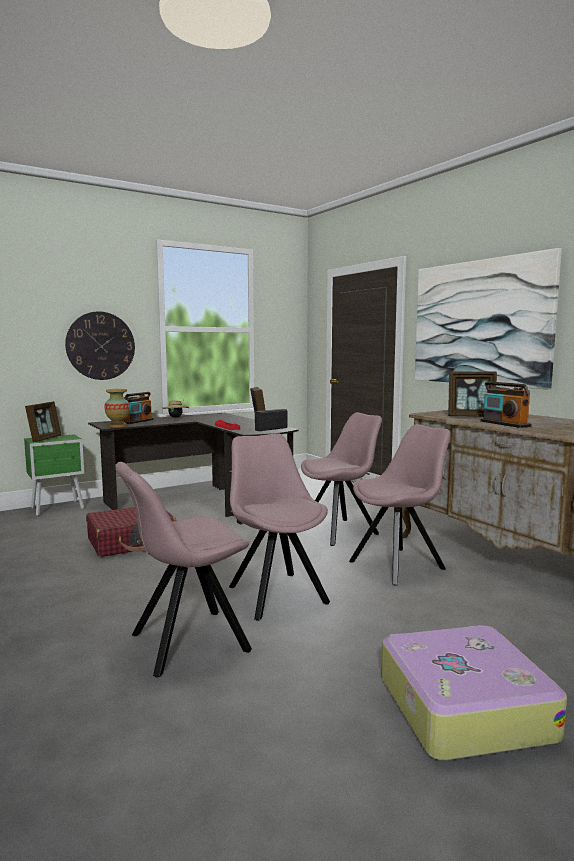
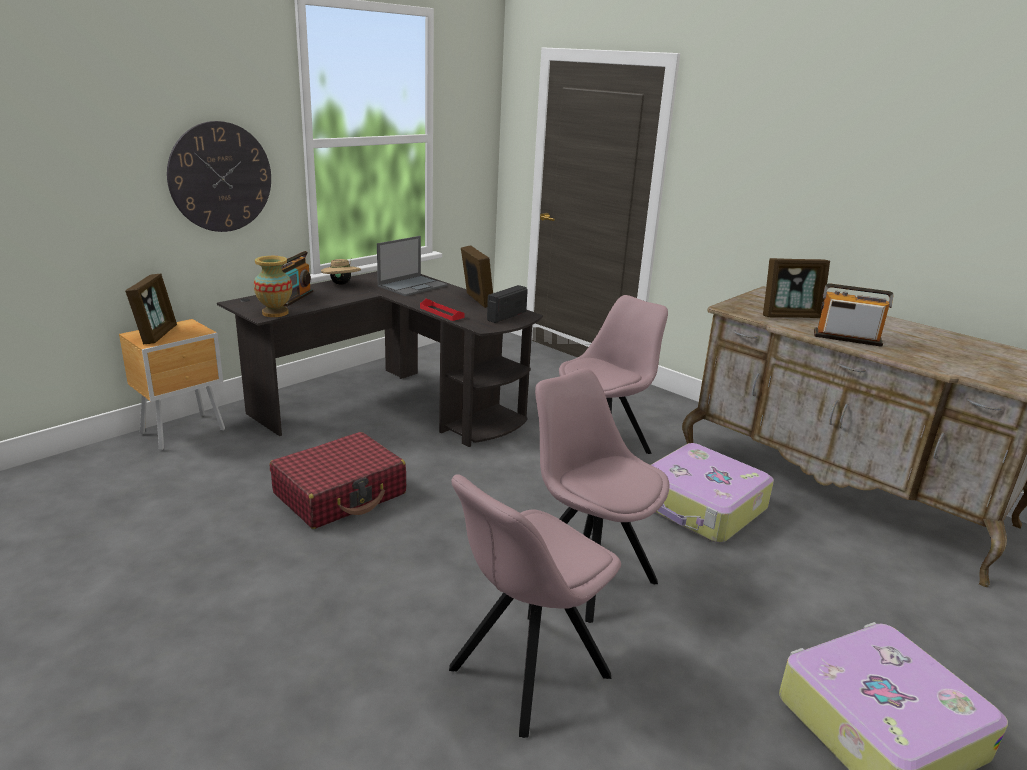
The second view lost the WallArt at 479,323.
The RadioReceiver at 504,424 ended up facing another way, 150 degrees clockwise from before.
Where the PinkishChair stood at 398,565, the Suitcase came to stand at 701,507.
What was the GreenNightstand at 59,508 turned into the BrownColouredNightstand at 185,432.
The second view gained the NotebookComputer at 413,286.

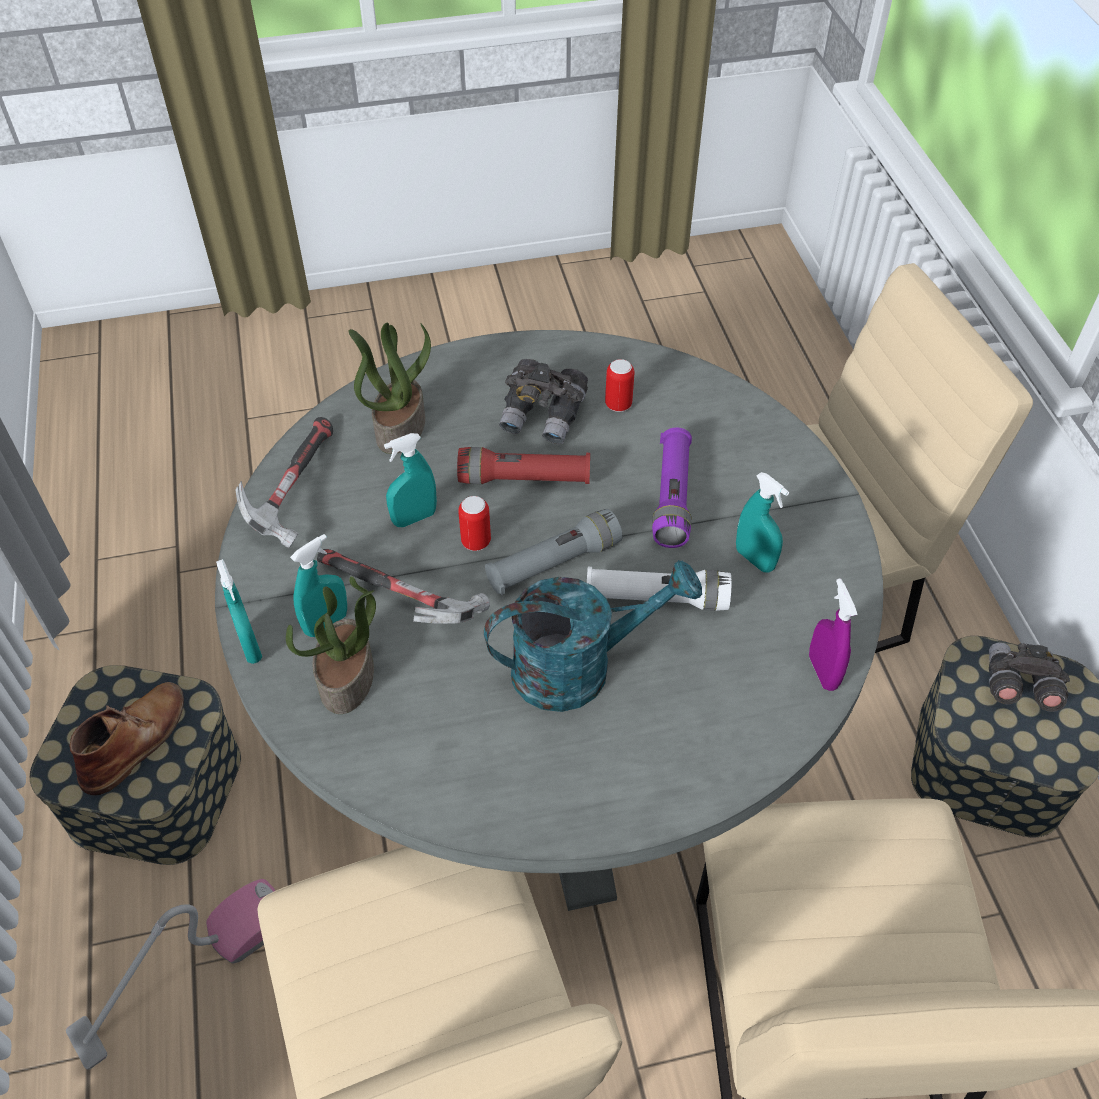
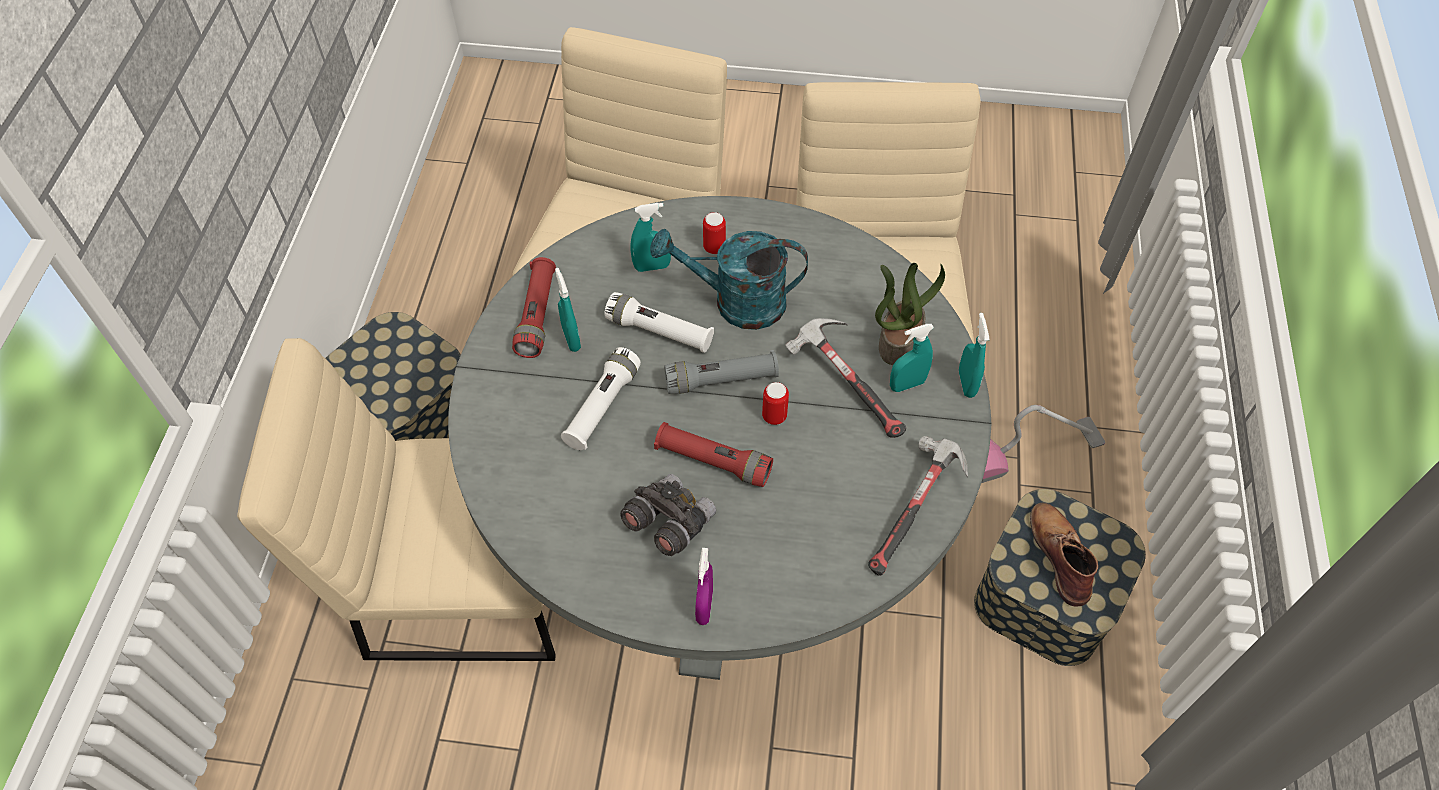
The second view lost the Houseplant at 399,427.
The SealedCan ended up elsewhere, having gone from 618,404 to 714,248.
What was the PurplishTorch at 672,498 turned into the WhiteColouredTorch at 602,407.
The BlueGreenSprayer ended up elsewhere, having gone from 414,518 to 652,267.
The PurplishSprayer ended up elsewhere, having gone from 822,672 to 704,607.
The second view lost the GreyishPairOfBinoculars at 1018,687.
The BrownColouredHighTopBoot at 136,740 ended up facing another way, 120 degrees clockwise from before.
The second view gained the RedColouredTorch at 537,315.

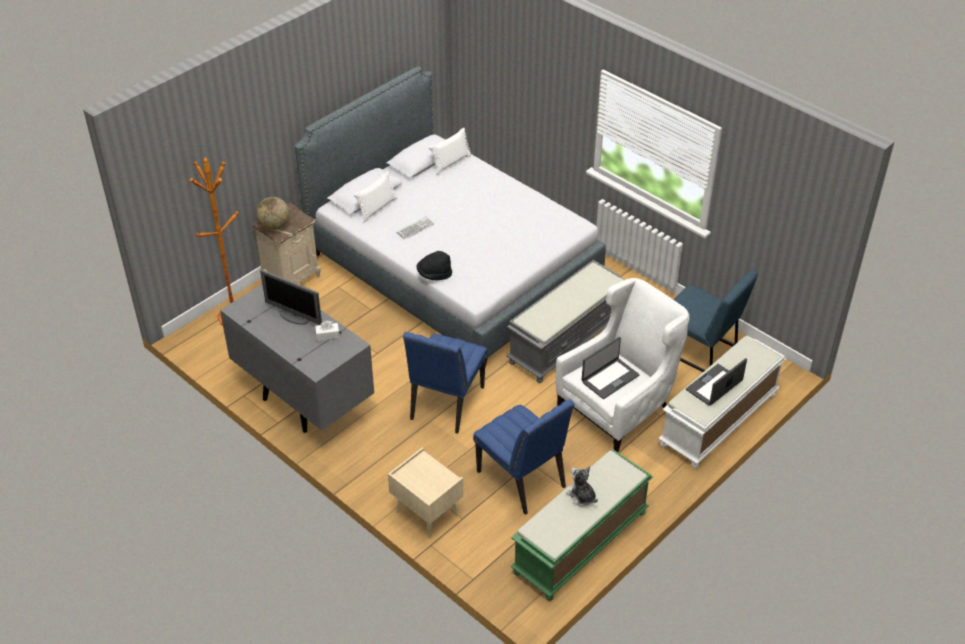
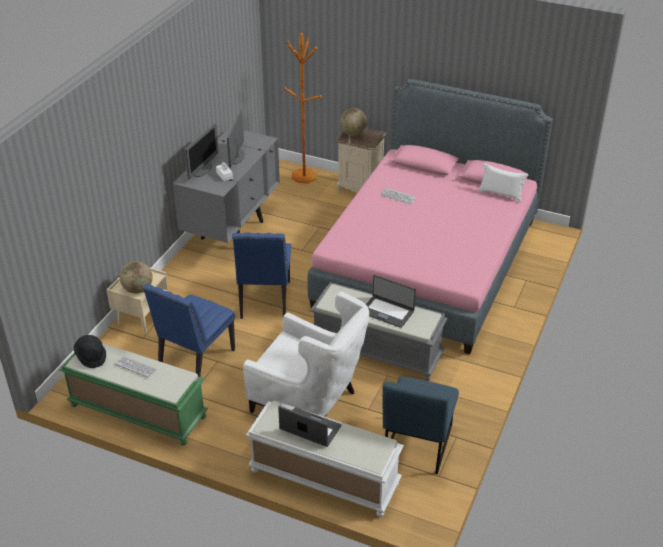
What was the GreyishBed at 452,268 turned into the PinkishBed at 427,263.
The second view lost the WhiteColouredThrowPillow at 376,208.
The BlackColouredHat ended up elsewhere, having gone from 434,274 to 91,356.
The BlueColouredChair at 447,402 ended up facing another way, 90 degrees counterclockwise from before.
The NotebookComputer ended up elsewhere, having gone from 609,378 to 387,311.
Where the SoftToy stood at 581,497, the ComputerKeyboard came to stand at 136,367.
The second view gained the ComputerDisplay at 203,170.
The second view gained the Globe at 138,289.

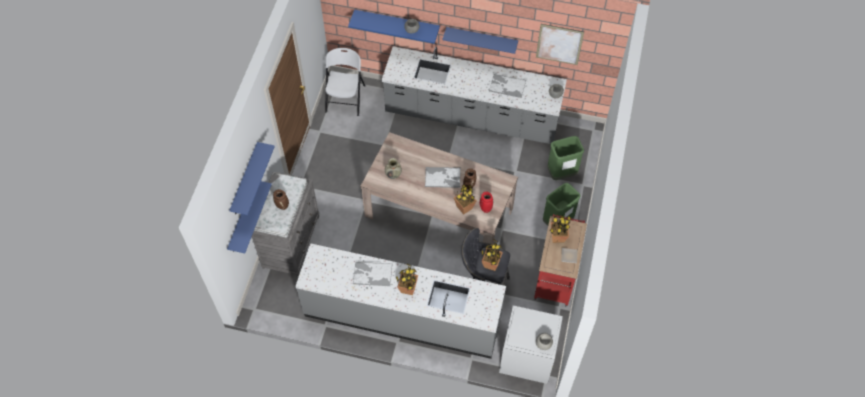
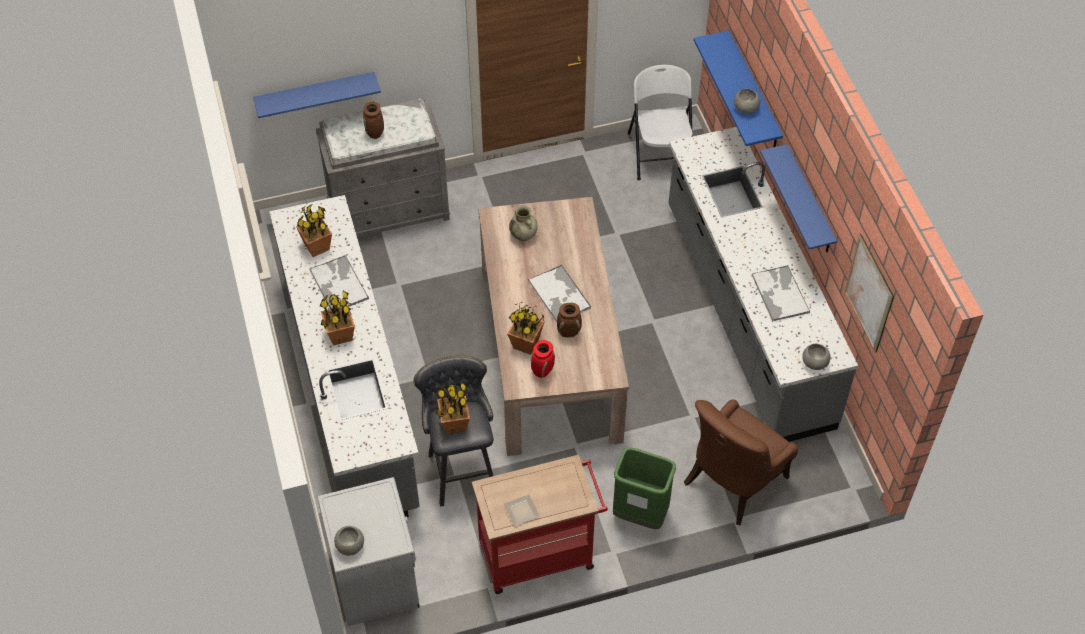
The WhiteColouredChair at 345,99 ended up facing another way, 75 degrees counterclockwise from before.
Where the GreenTrashCan stood at 561,173, the BrownColouredChair came to stand at 734,480.
The second view lost the BlueColouredShelf at 245,180.
The Houseplant ended up elsewhere, having gone from 557,237 to 317,247.

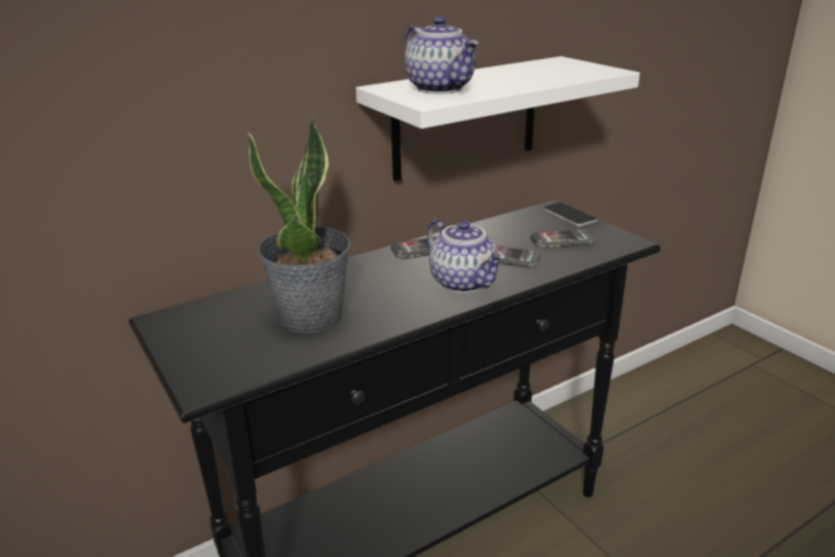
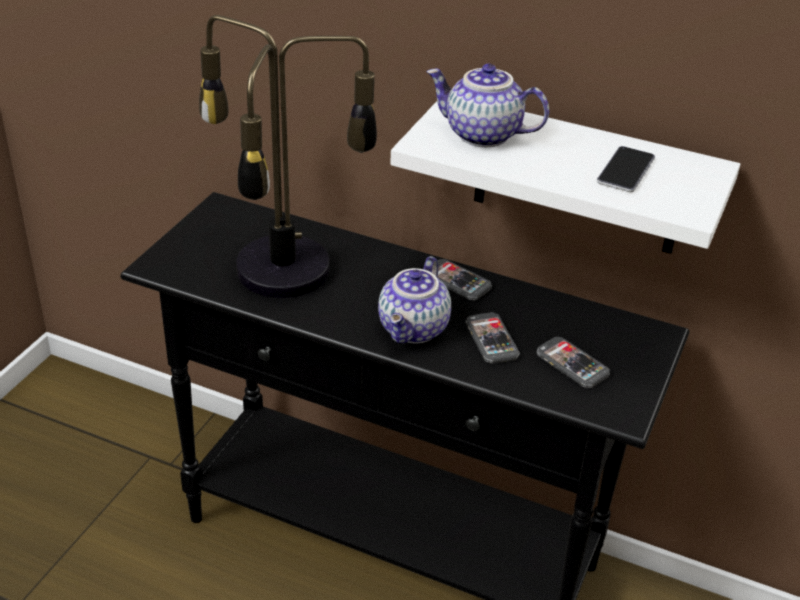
The PotForTea at 441,88 ended up facing another way, 90 degrees clockwise from before.
Where the Houseplant stood at 312,317, the TabletopLamp came to stand at 282,271.
The Phone ended up elsewhere, having gone from 569,215 to 626,171.

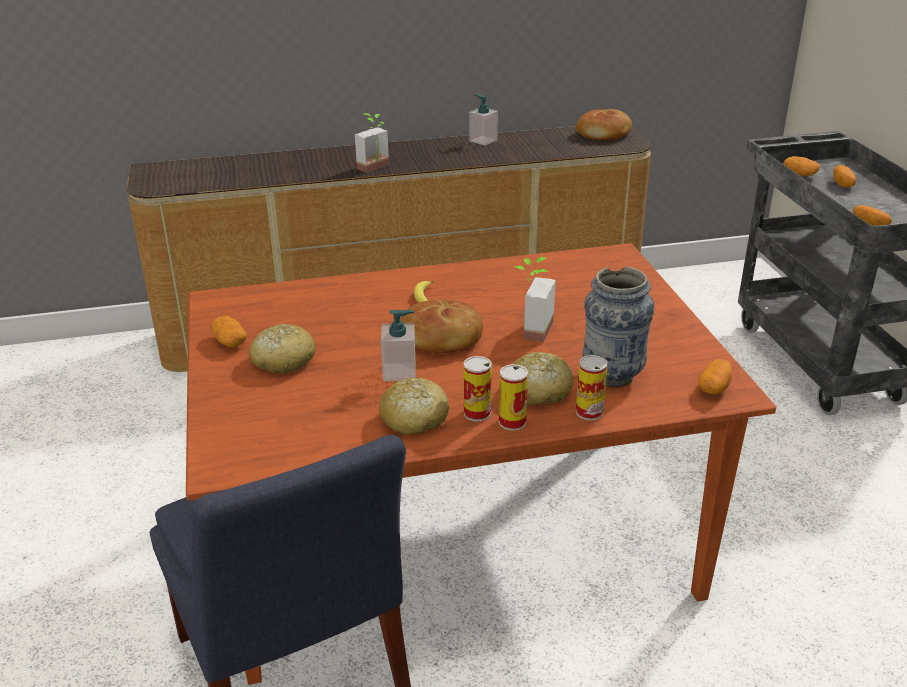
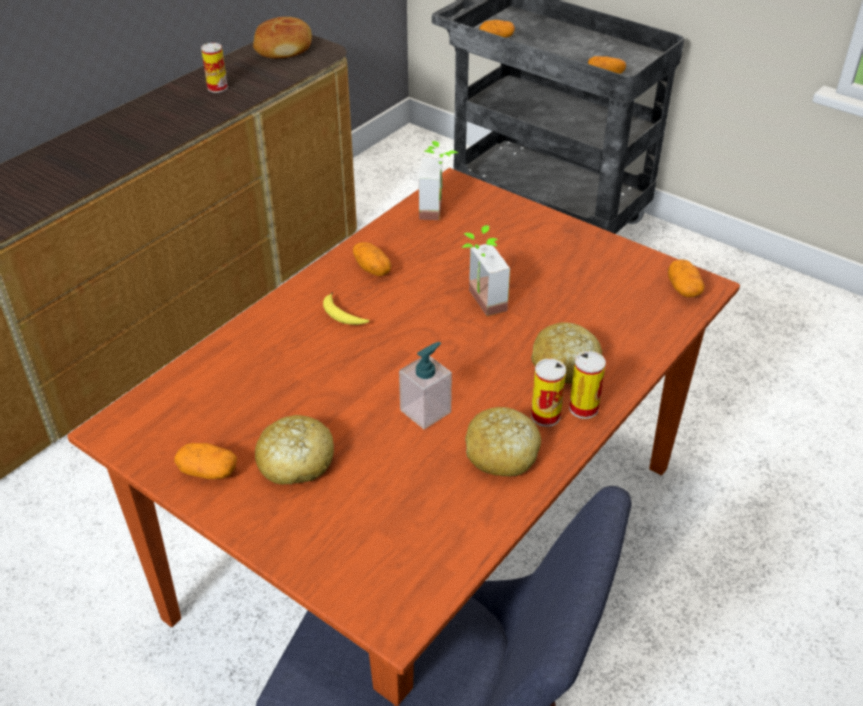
The second view lost the SoapBottle at 483,140.
The Houseplant ended up elsewhere, having gone from 377,168 to 439,209.
The WholePotato ended up elsewhere, having gone from 842,184 to 372,269.
The second view lost the Vase at 612,376.
The second view lost the Bread at 442,338.
The SealedCan ended up elsewhere, having gone from 589,412 to 217,88.

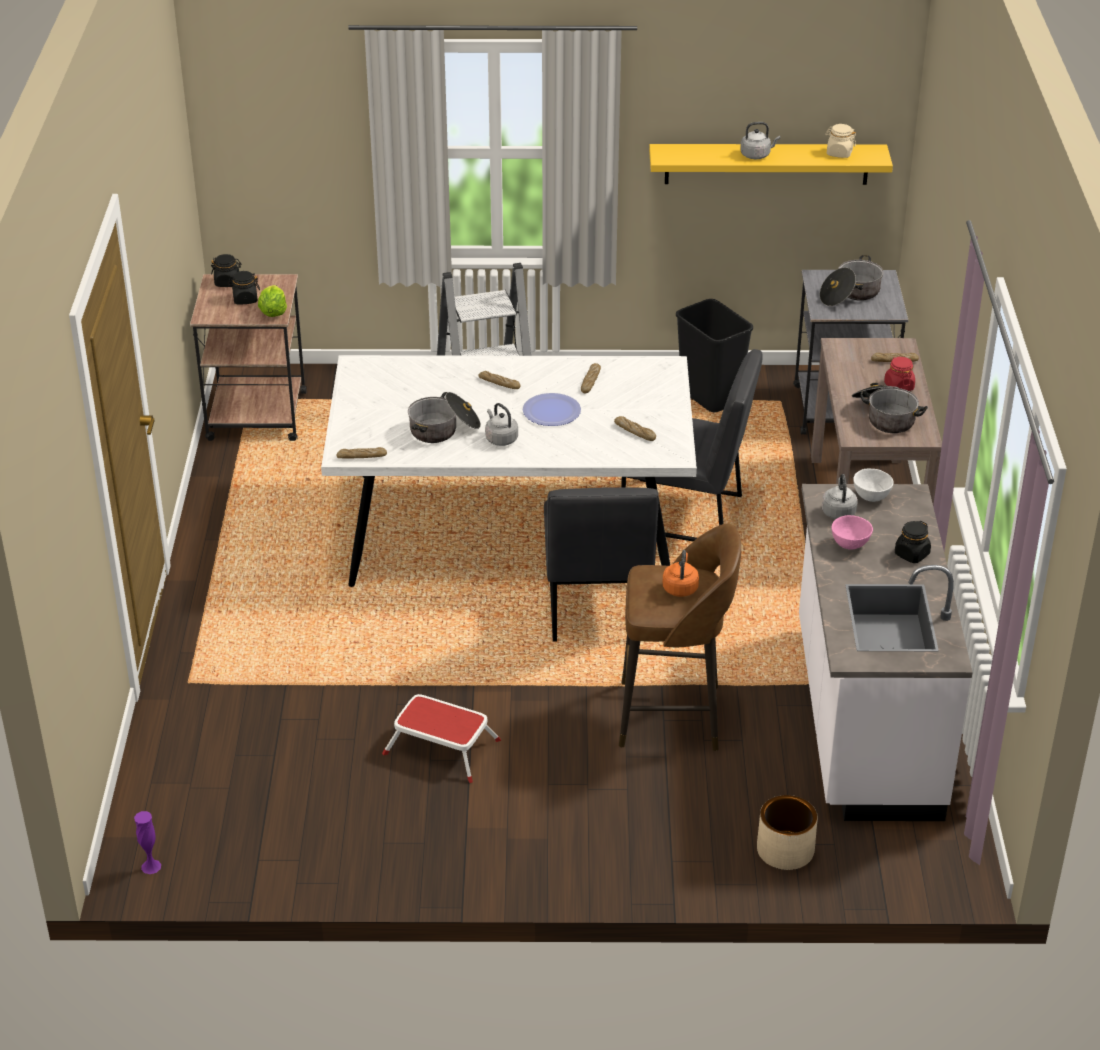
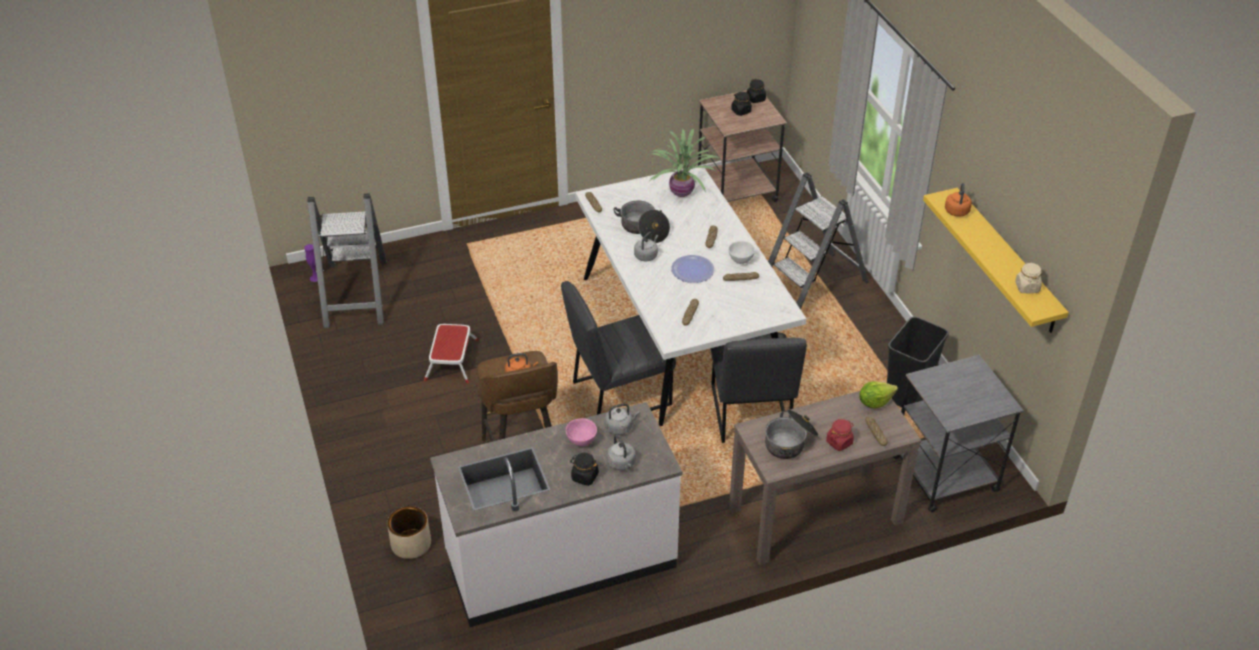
The GreyishTeaKettle ended up elsewhere, having gone from 757,155 to 622,463.
The second view lost the Saucepot at 850,294.
The HeadOfLettuce ended up elsewhere, having gone from 273,312 to 875,402.
The WhiteColouredBowl ended up elsewhere, having gone from 871,496 to 741,260.
The second view gained the Houseplant at 681,193.
The second view gained the OrangeyTeaKettle at 957,210.
The second view gained the GreyishStepLadder at 355,294.

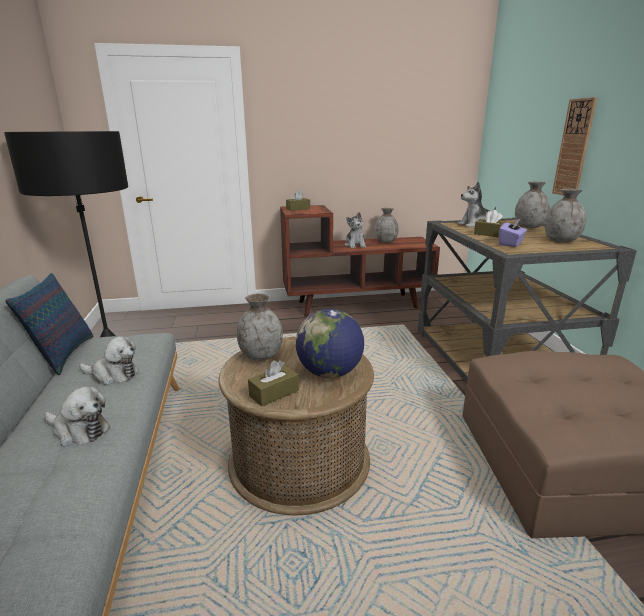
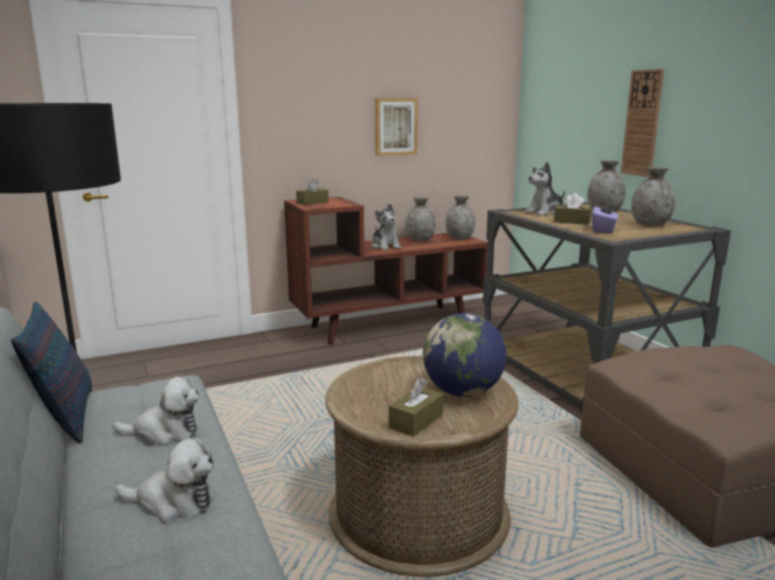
The GreyishVase ended up elsewhere, having gone from 261,355 to 459,238.
The second view gained the WallArt at 395,126.

